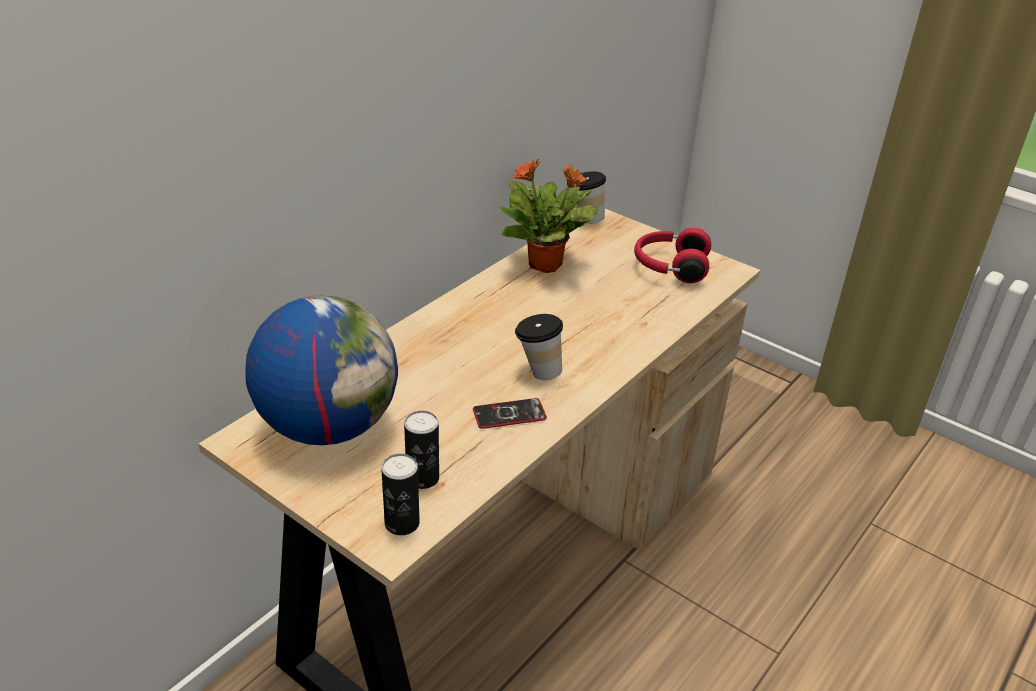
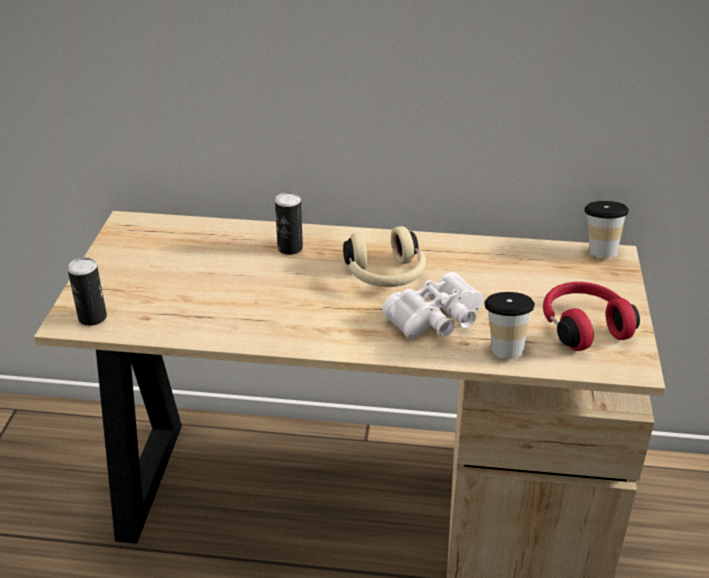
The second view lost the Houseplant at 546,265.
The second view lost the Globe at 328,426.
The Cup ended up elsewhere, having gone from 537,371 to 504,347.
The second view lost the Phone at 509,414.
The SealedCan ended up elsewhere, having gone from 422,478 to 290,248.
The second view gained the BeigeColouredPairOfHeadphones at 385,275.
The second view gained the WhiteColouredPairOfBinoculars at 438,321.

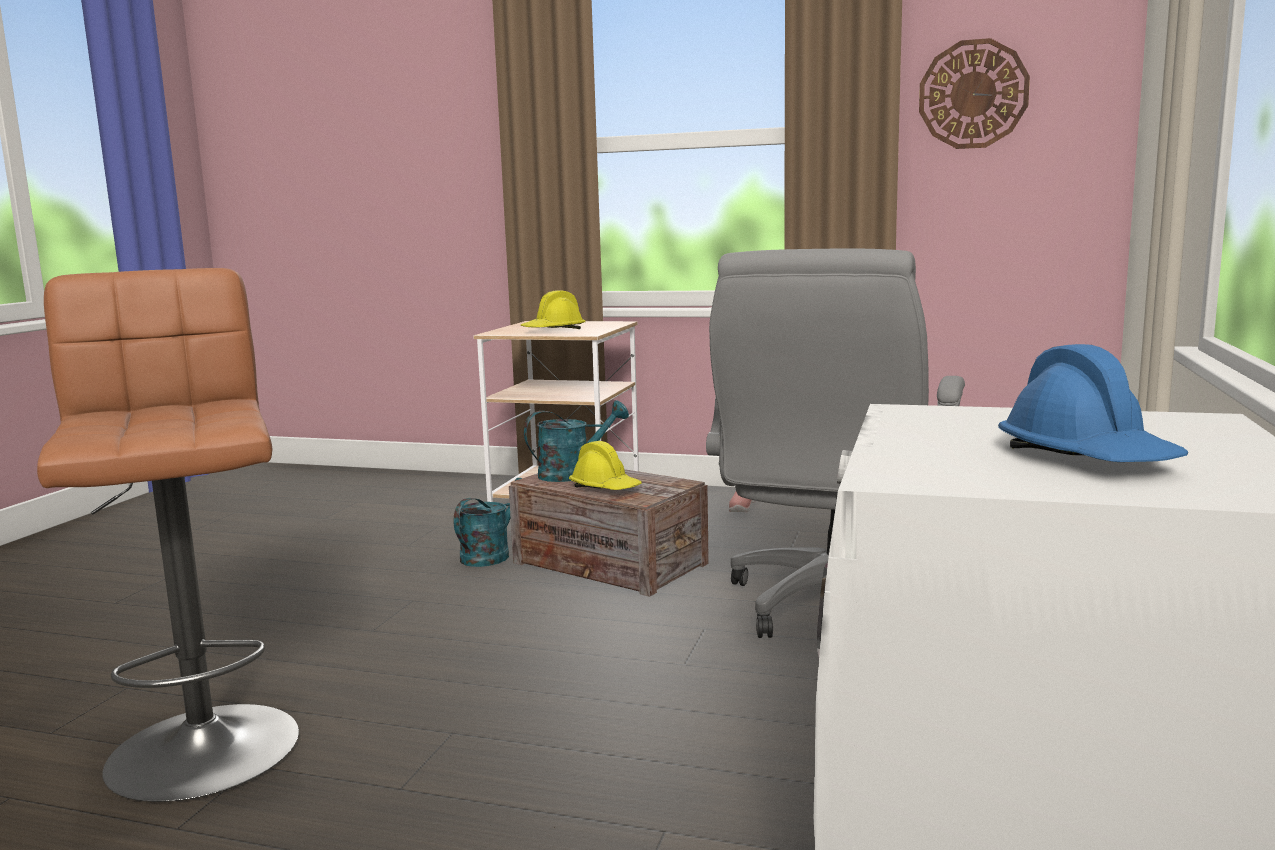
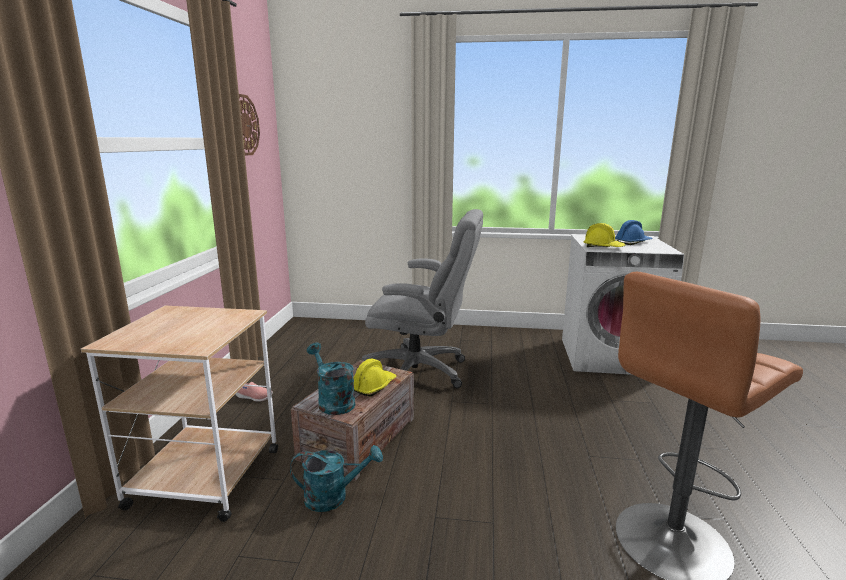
The YellowishHardHat ended up elsewhere, having gone from 553,330 to 603,247.
The BlueGreenWateringCan at 491,554 ended up facing another way, 150 degrees clockwise from before.

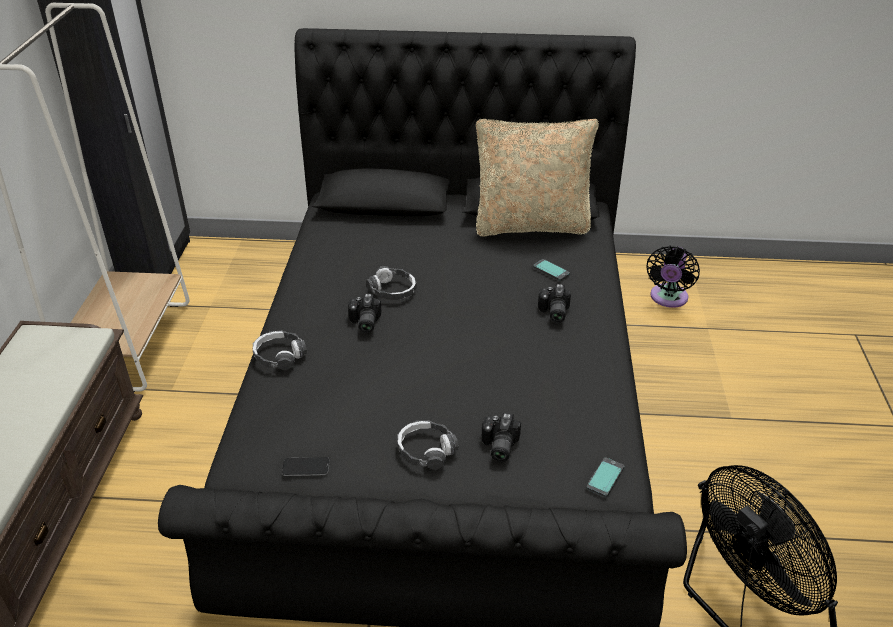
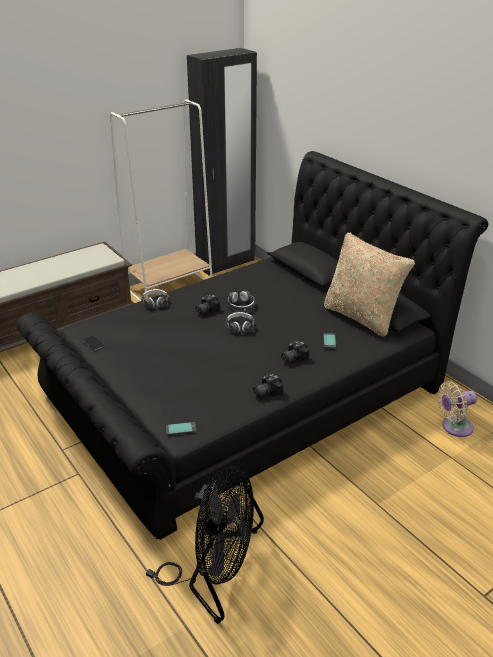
What was the BlackColouredFan at 668,298 turned into the BeigeColouredFan at 454,427.
The PhotoCamera ended up elsewhere, having gone from 498,446 to 266,392.
The PairOfHeadphones ended up elsewhere, having gone from 426,450 to 240,326.

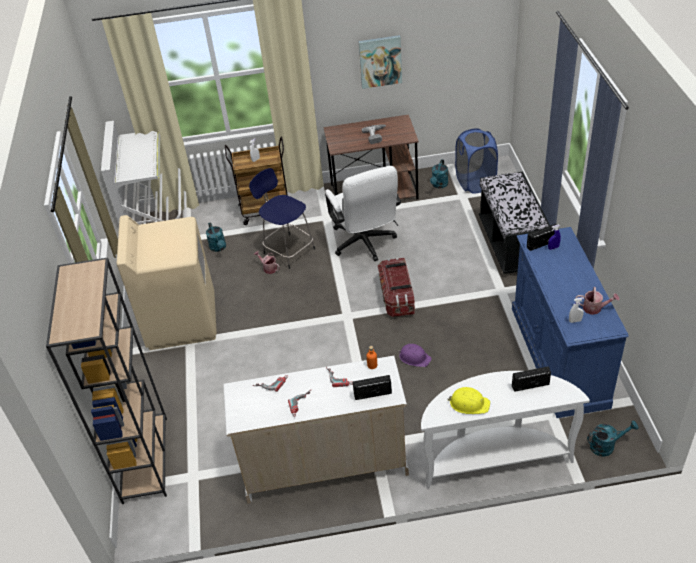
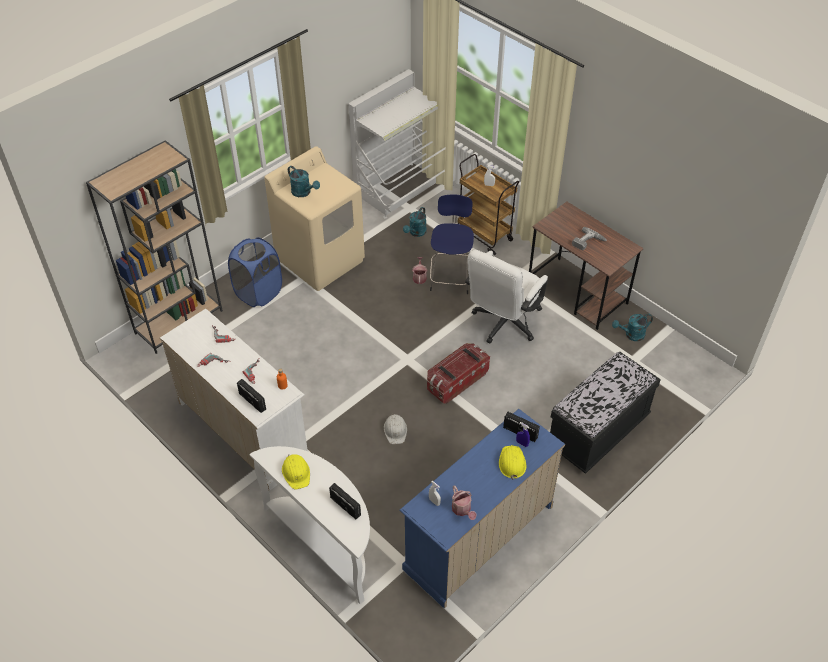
The second view lost the WallArt at 380,61.
The BlueColouredLaundryBasket ended up elsewhere, having gone from 475,182 to 258,293.
What was the PurplishHardHat at 414,357 turned into the WhiteColouredHardHat at 395,430.
The BlueGreenWateringCan ended up elsewhere, having gone from 606,445 to 303,193.
The second view gained the YellowishHardHat at 512,463.

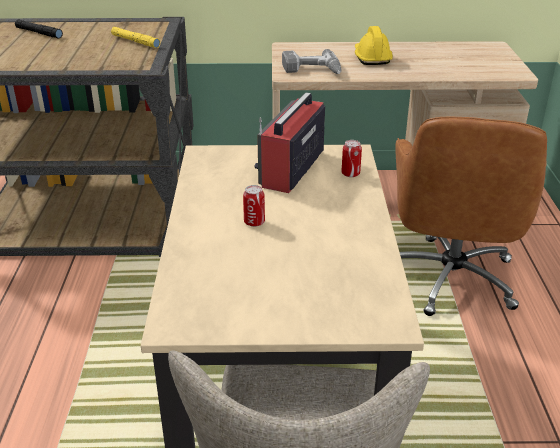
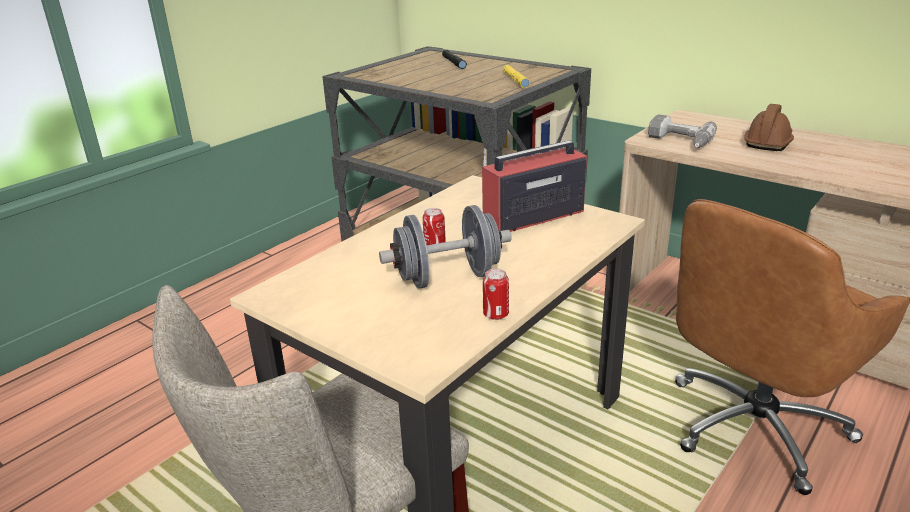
What was the YellowishHardHat at 371,57 turned into the BrownColouredHardHat at 768,142.
The SealedCan ended up elsewhere, having gone from 350,174 to 496,314.
The second view gained the GreyishDumbbell at 447,278.

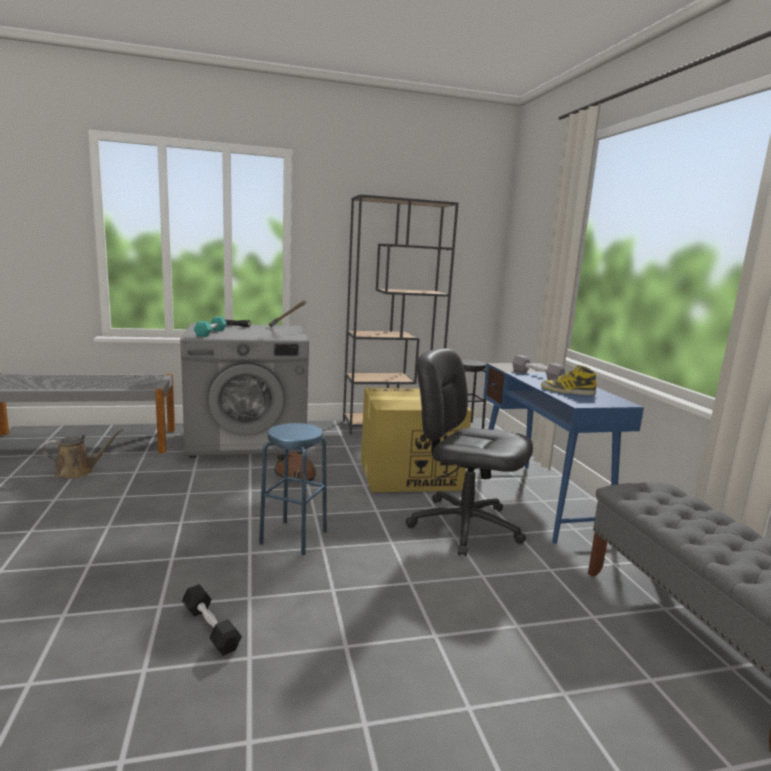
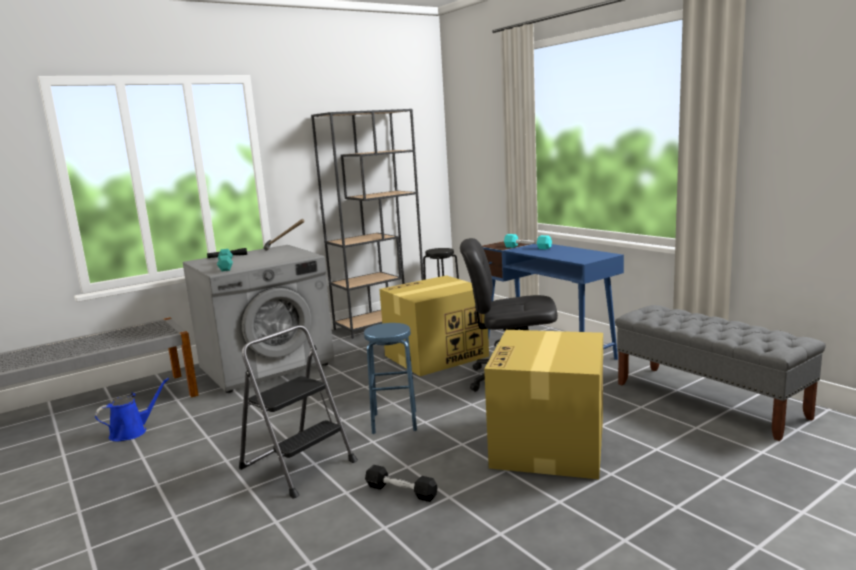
What was the GreyishDumbbell at 536,375 turned into the BlueGreenDumbbell at 527,247.
The second view lost the HighTopBoot at 567,391.
What was the BrownColouredWateringCan at 78,471 turned into the BlueColouredWateringCan at 132,432.
The second view lost the BrownColouredHardHat at 295,475.
The second view gained the BlackColouredStepLadder at 295,463.
The second view gained the PackingBox at 549,445.

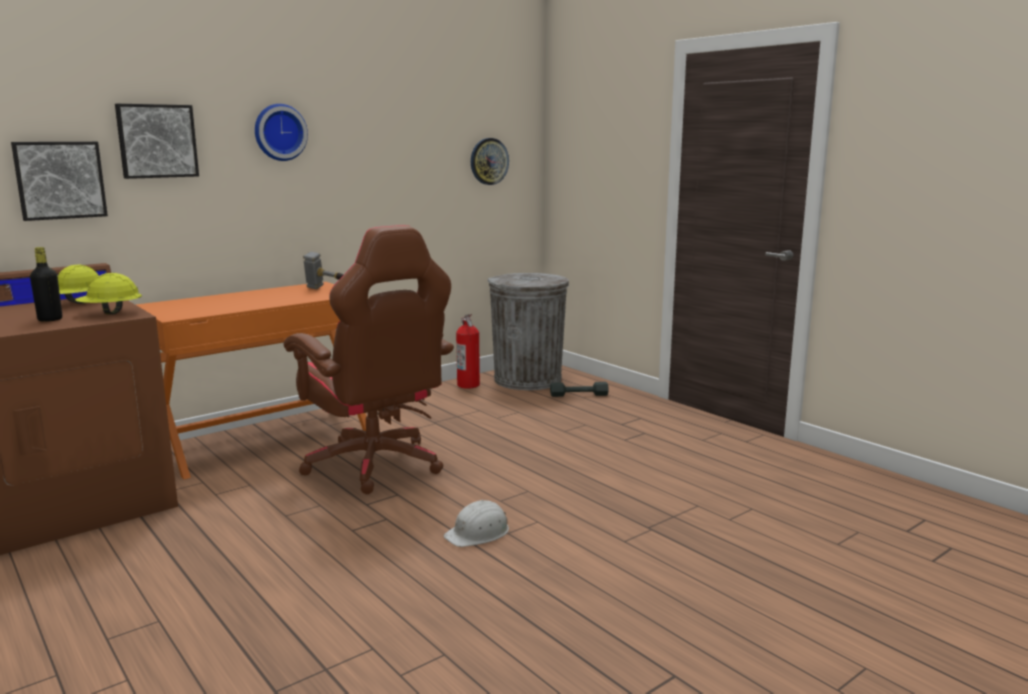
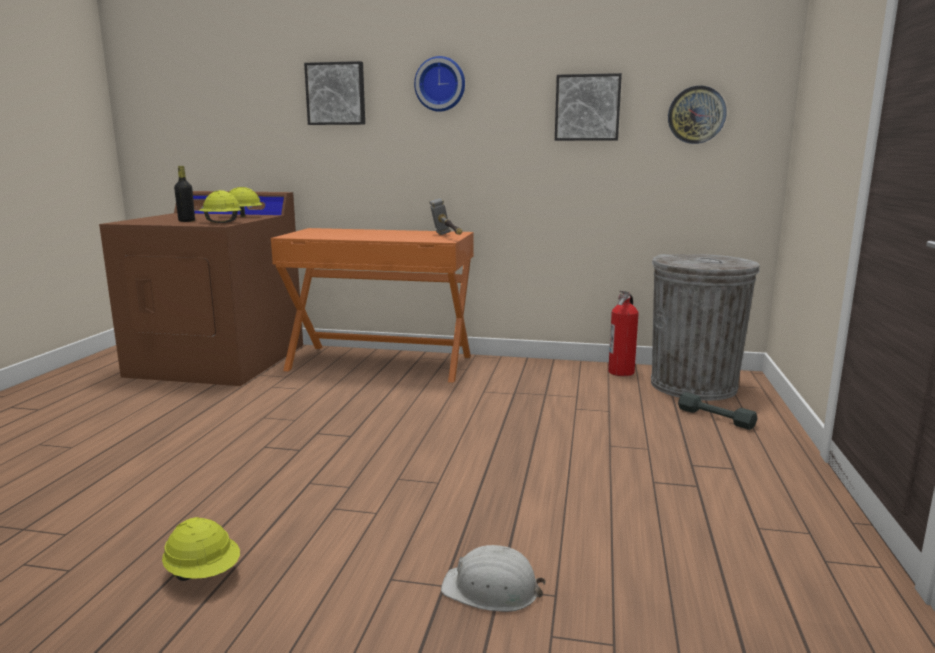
The WallArt ended up elsewhere, having gone from 60,180 to 587,108.
The second view lost the BrownColouredDeskChair at 374,464.
The WhiteColouredHardHat ended up elsewhere, having gone from 478,533 to 491,589.
The second view gained the YellowishHardHat at 204,574.

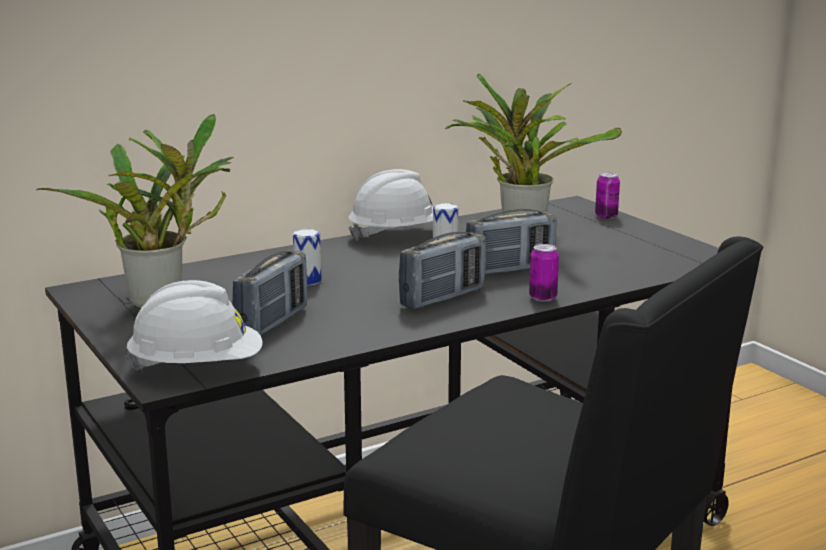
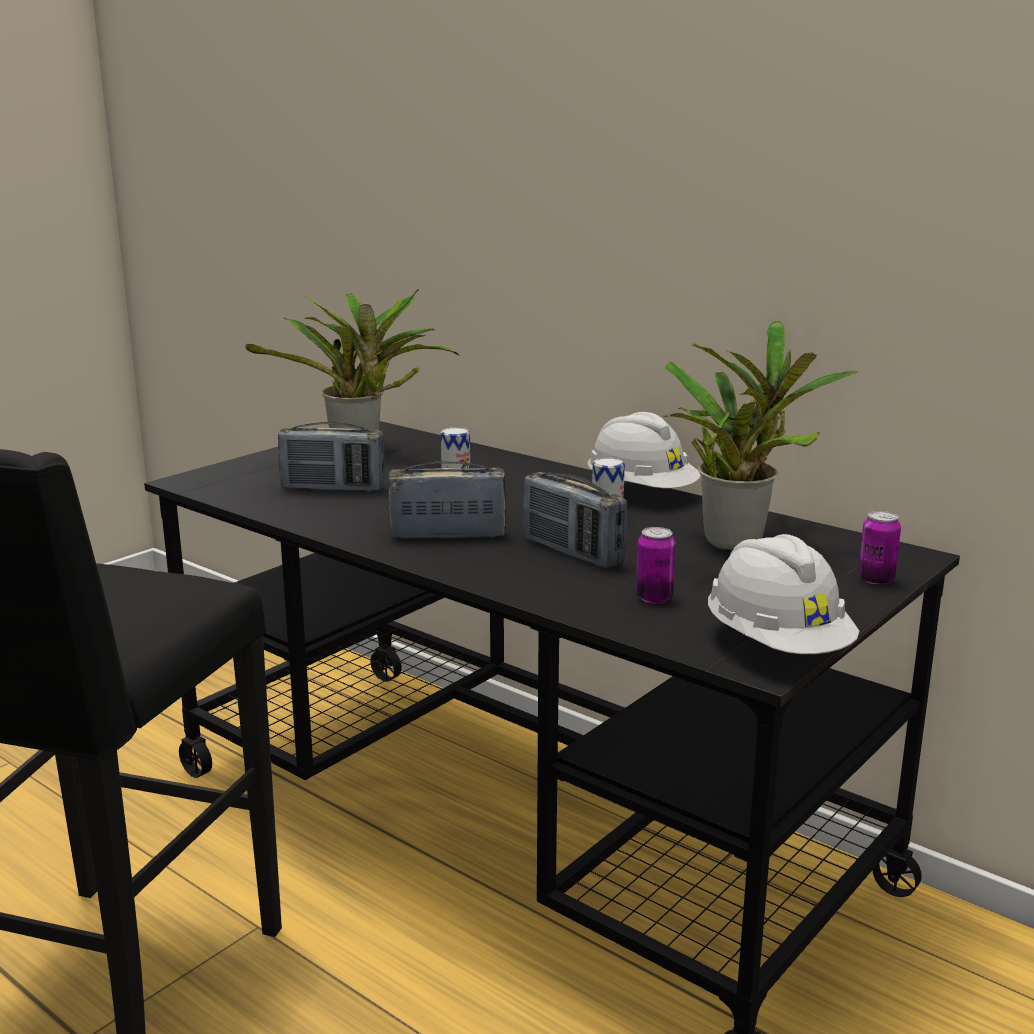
The RadioReceiver at 443,298 ended up facing another way, 150 degrees clockwise from before.
The SealedCan ended up elsewhere, having gone from 543,298 to 654,598.
The WhiteColouredHardHat ended up elsewhere, having gone from 197,368 to 777,646.

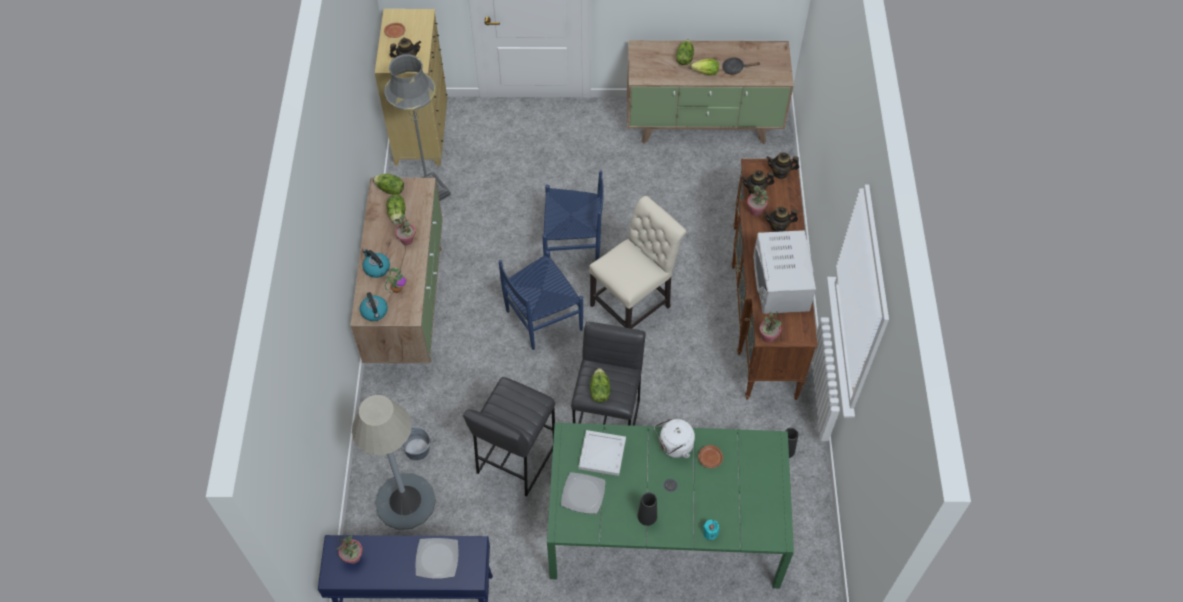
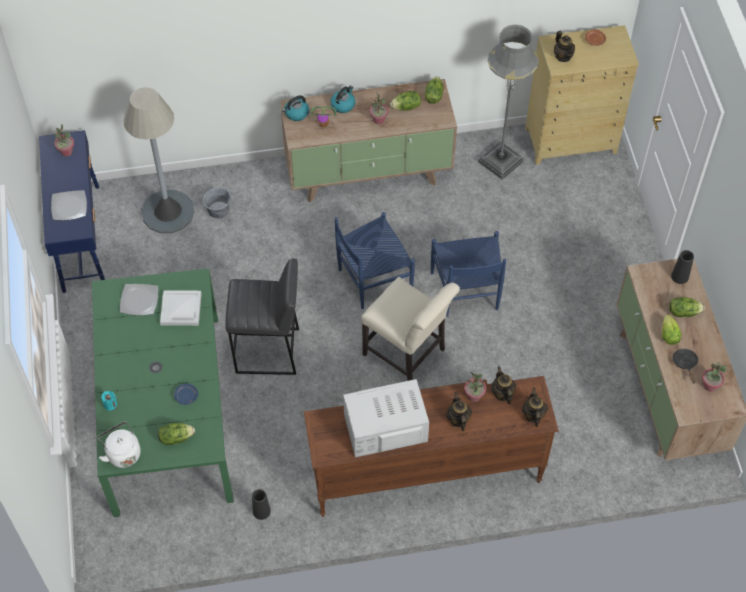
The BlueColouredChair at 542,319 ended up facing another way, 75 degrees counterclockwise from before.
The Houseplant ended up elsewhere, having gone from 768,337 to 710,385.
The HeadOfLettuce ended up elsewhere, having gone from 599,391 to 176,437.
The second view lost the GreyishStool at 515,460.
The WhiteColouredTeaKettle ended up elsewhere, having gone from 674,446 to 122,453.
What was the BrownColouredDinnerPlate at 710,459 turned into the BlueColouredDinnerPlate at 186,396.
The BlackColouredVase ended up elsewhere, having gone from 647,516 to 680,276.

